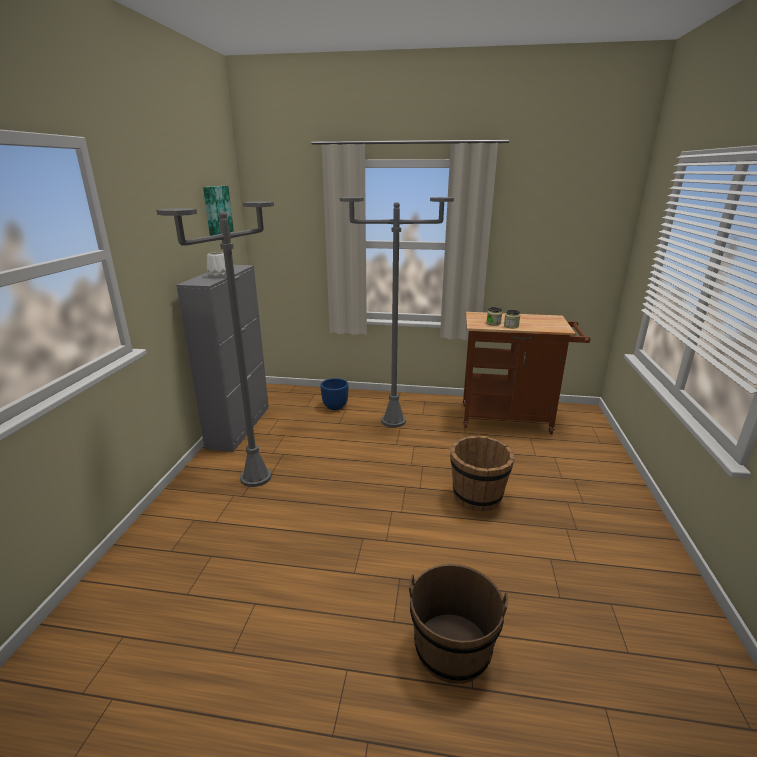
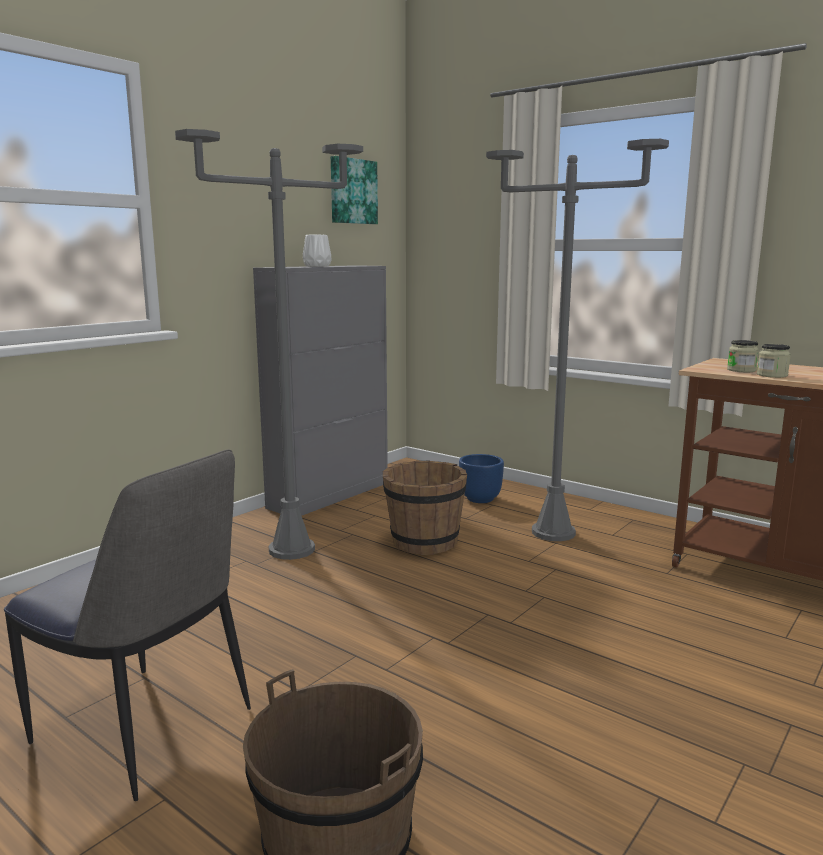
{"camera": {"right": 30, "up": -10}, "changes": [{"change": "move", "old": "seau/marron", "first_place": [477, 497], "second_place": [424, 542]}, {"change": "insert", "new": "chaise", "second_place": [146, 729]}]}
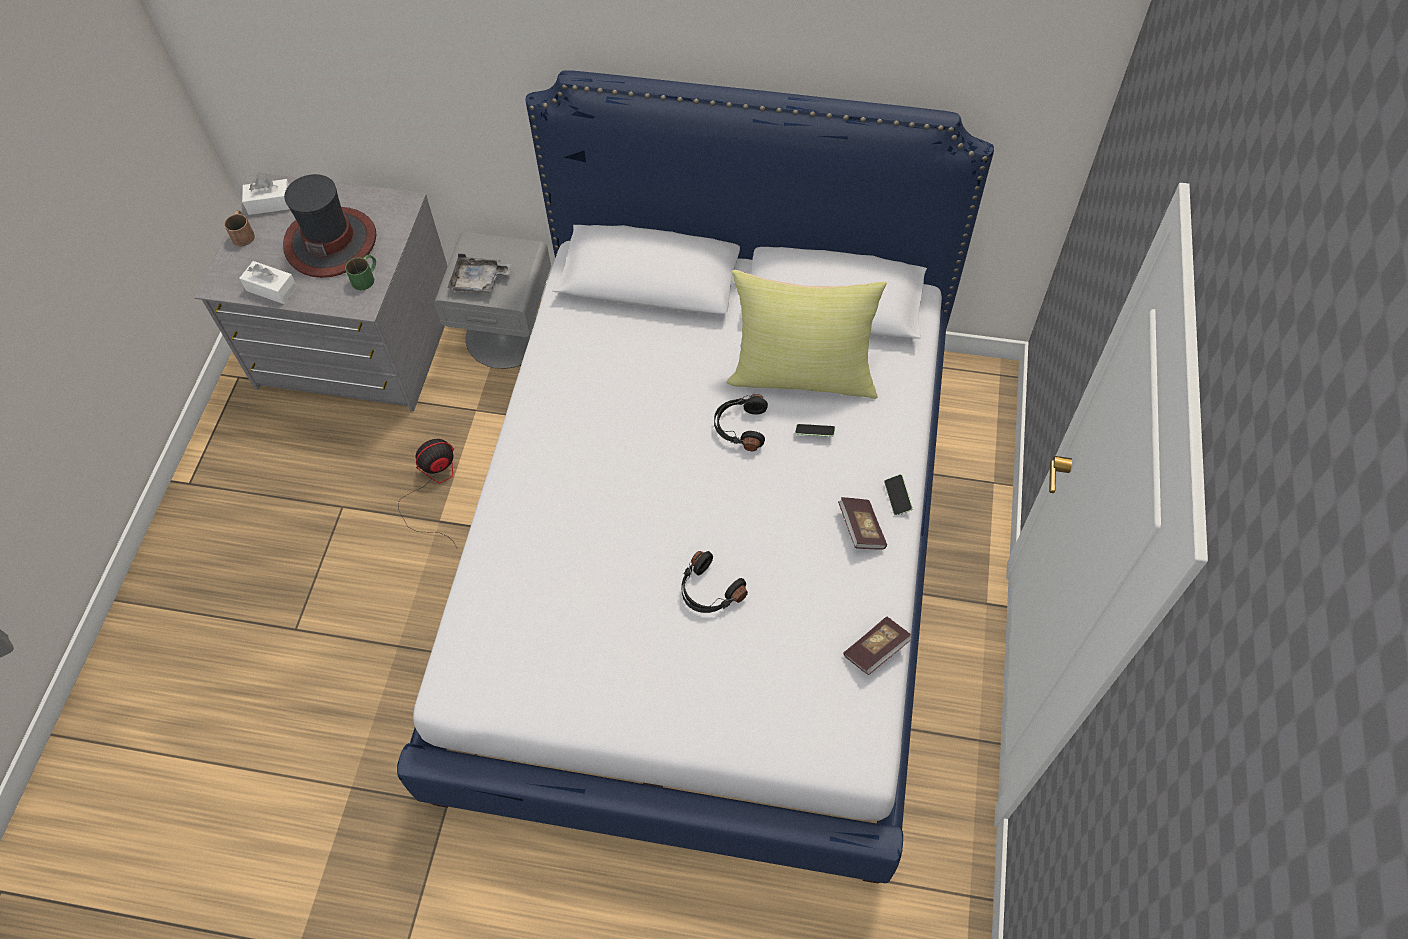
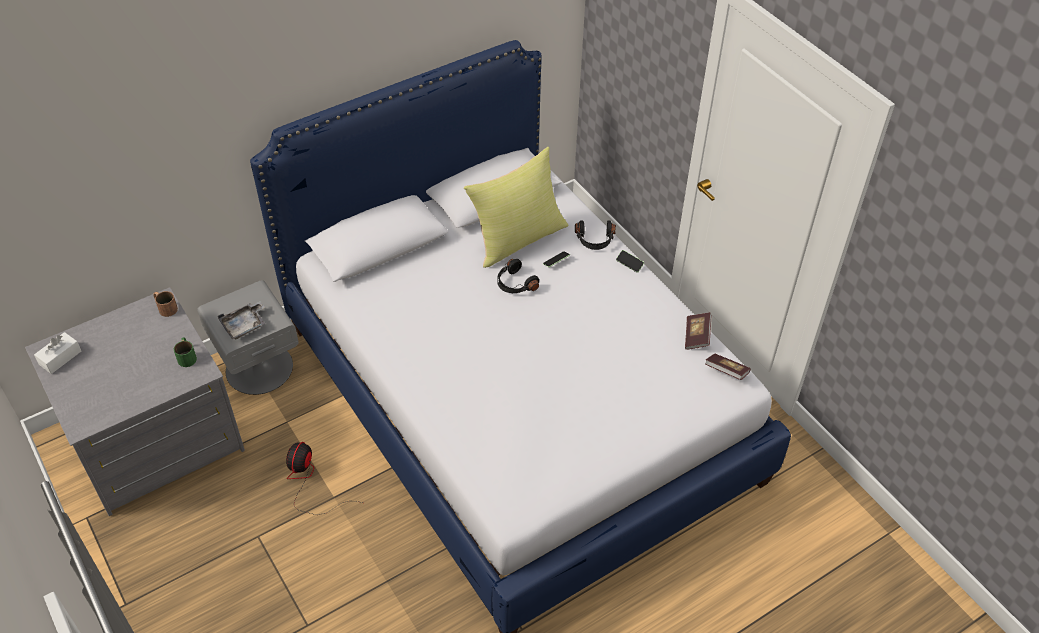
{"camera": {"right": -45, "up": -10}, "changes": [{"change": "delete", "old": "chapeau", "first_place": [331, 242]}, {"change": "move", "old": "mug/marron", "first_place": [243, 233], "second_place": [165, 307]}, {"change": "delete", "old": "boîte à mouchoirs/blanc", "first_place": [271, 289]}, {"change": "move", "old": "livre", "first_place": [861, 529], "second_place": [726, 372]}, {"change": "move", "old": "casque audio/noir", "first_place": [709, 591], "second_place": [595, 240]}]}
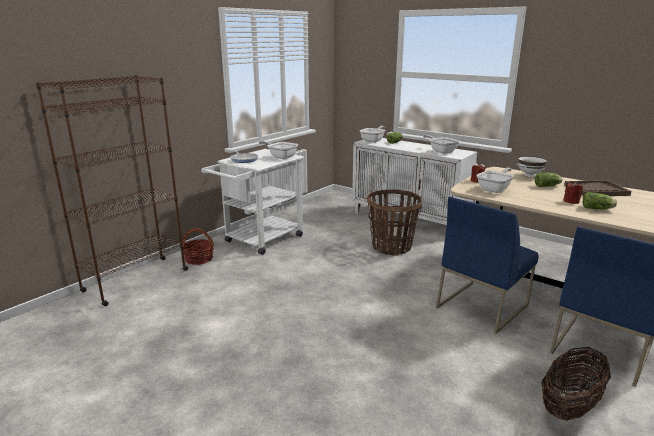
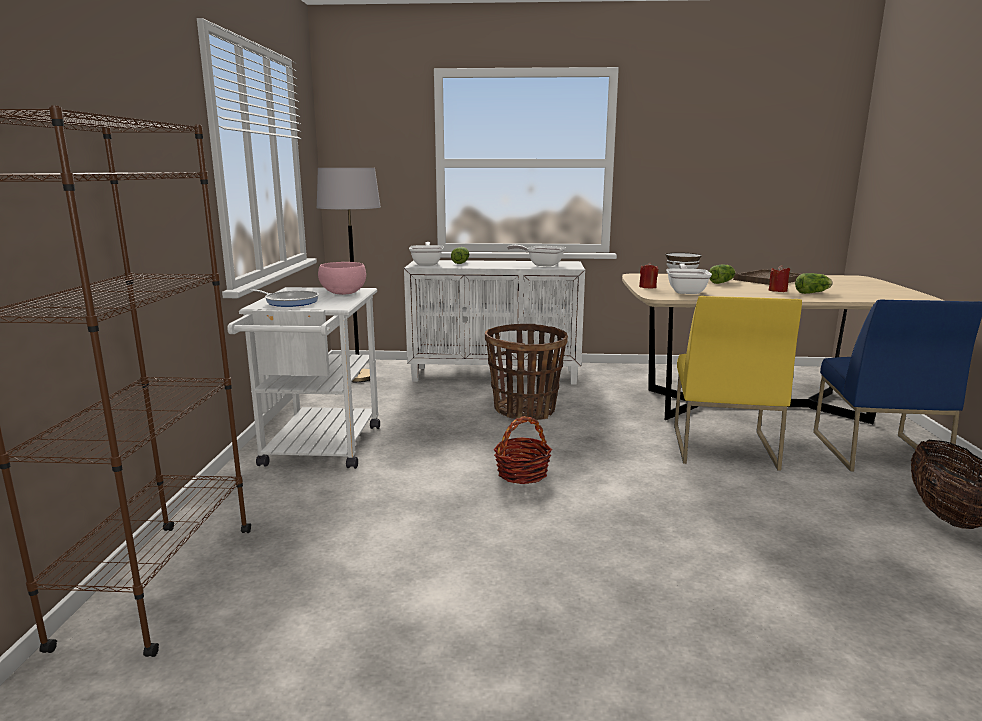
{"camera": {"right": -35, "up": -5}, "changes": [{"change": "replace", "old": "poêle", "new": "bol/rose", "first_place": [280, 157], "second_place": [343, 292]}, {"change": "recolor", "old": "chaise/bleu", "new": "chaise/jaune", "first_place": [482, 306], "second_place": [722, 446]}, {"change": "move", "old": "panier", "first_place": [199, 259], "second_place": [522, 473]}, {"change": "insert", "new": "lampadaire/gris", "second_place": [358, 377]}]}
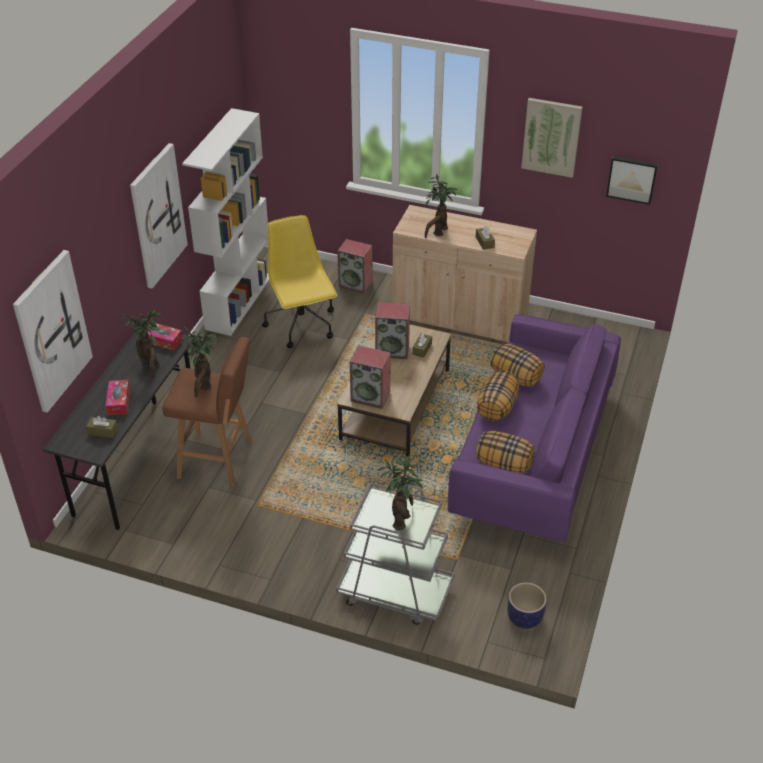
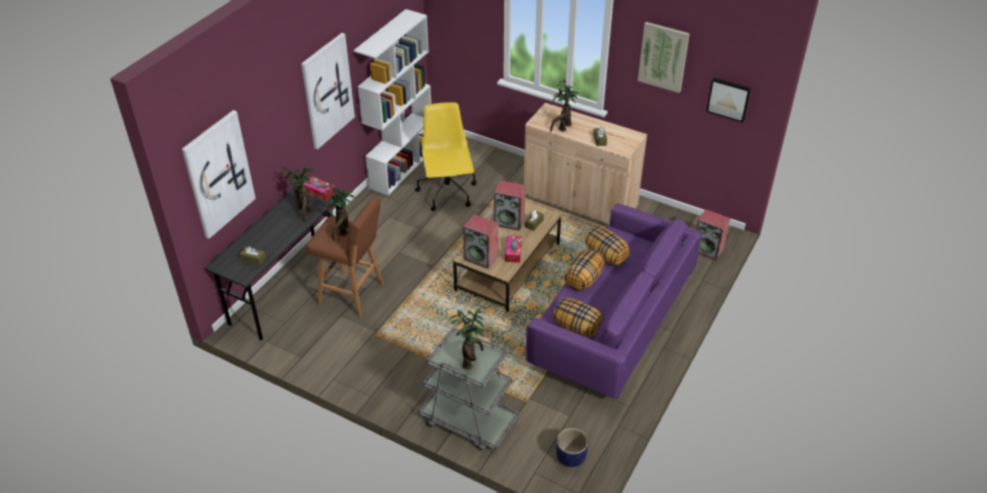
{"camera": {"right": 10, "up": 0}, "changes": [{"change": "move", "old": "enceinte", "first_place": [356, 284], "second_place": [708, 250]}, {"change": "move", "old": "boîte à mouchoirs", "first_place": [119, 401], "second_place": [513, 252]}]}
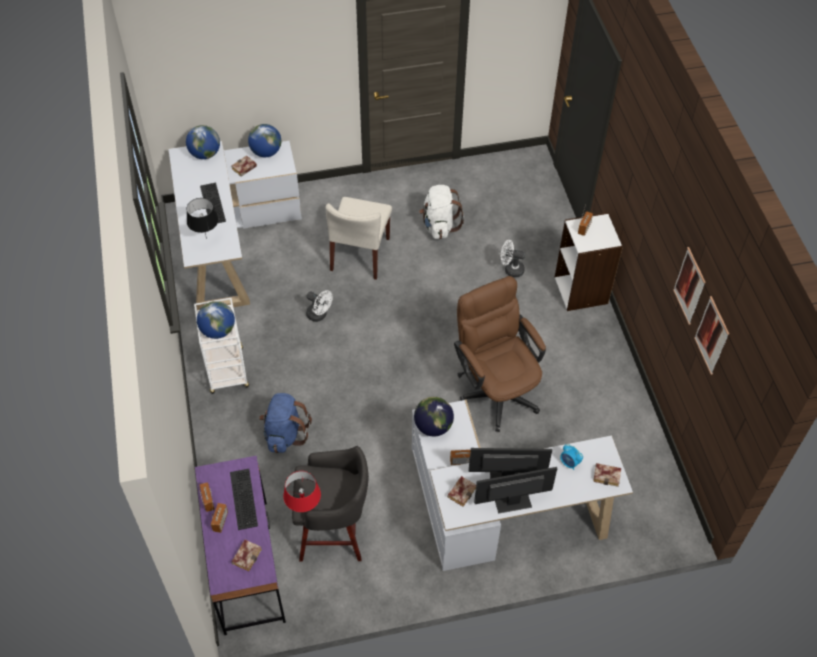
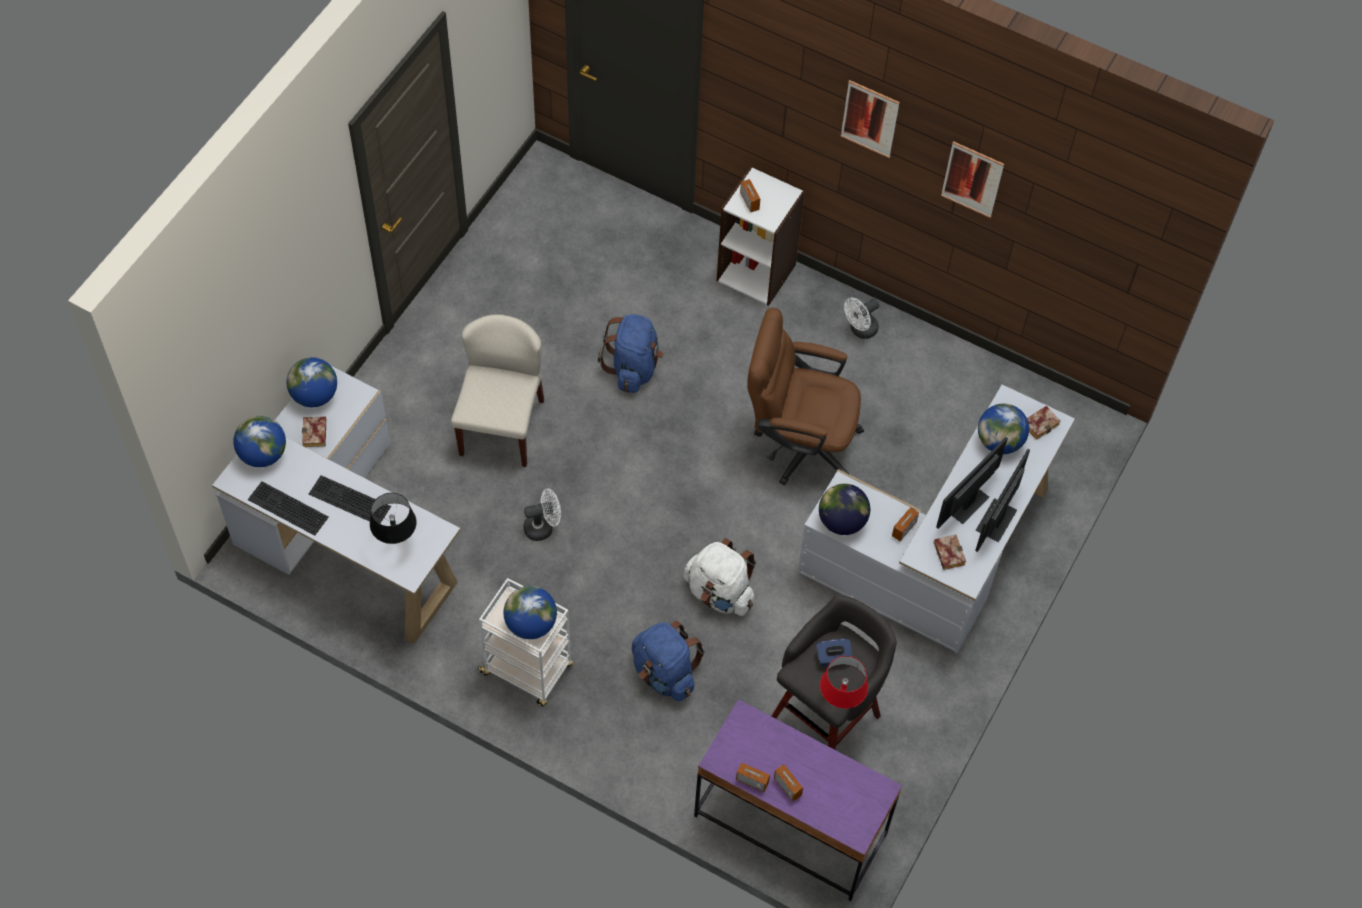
{"camera": {"right": -50, "up": 5}, "changes": [{"change": "move", "old": "sac à dos/blanc", "first_place": [439, 225], "second_place": [719, 593]}, {"change": "rotate", "old": "chaise/beige", "first_place": [360, 254], "second_place": [501, 426], "degrees": -135}, {"change": "move", "old": "ventilateur/blanc", "first_place": [510, 269], "second_place": [860, 330]}, {"change": "move", "old": "tableau", "first_place": [711, 335], "second_place": [870, 119]}, {"change": "replace", "old": "réveil", "new": "globe", "first_place": [569, 463], "second_place": [999, 441]}, {"change": "move", "old": "clavier", "first_place": [242, 498], "second_place": [286, 509]}, {"change": "delete", "old": "livre", "first_place": [246, 555]}, {"change": "insert", "new": "sac à dos/bleu", "second_place": [633, 367]}, {"change": "insert", "new": "boîte à mouchoirs/bleu", "second_place": [833, 658]}]}
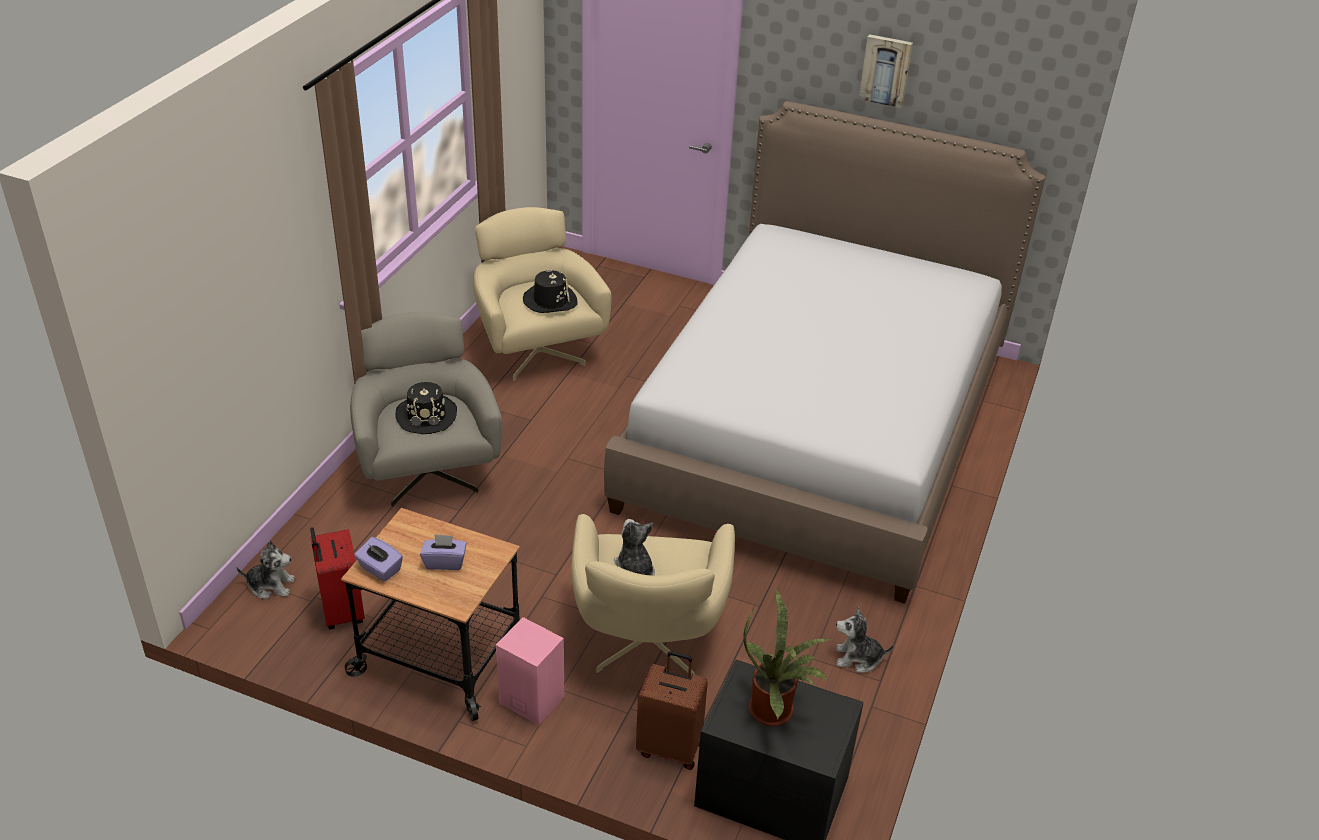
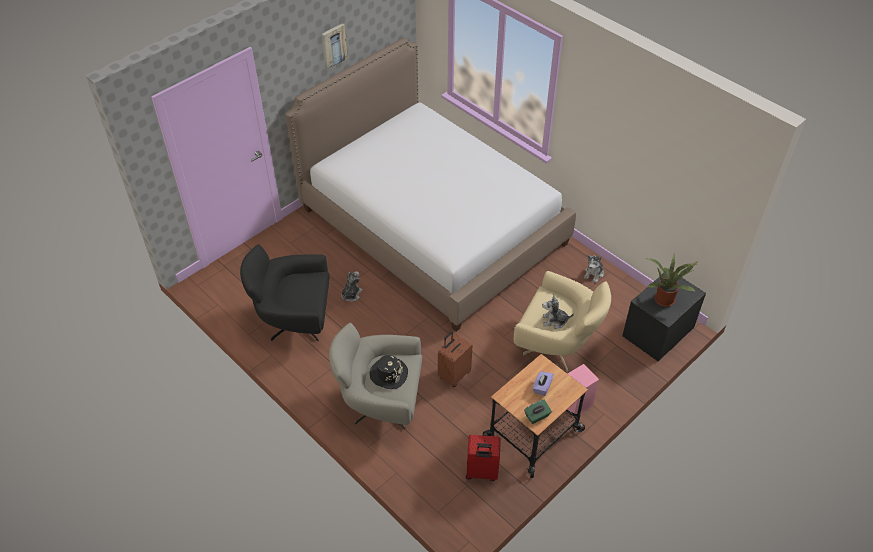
{"camera": {"right": -65, "up": 10}, "changes": [{"change": "recolor", "old": "fauteuil/beige", "new": "fauteuil/noir", "first_place": [536, 350], "second_place": [294, 321]}, {"change": "delete", "old": "chapeau/noir", "first_place": [550, 300]}, {"change": "recolor", "old": "boîte à mouchoirs/violet", "new": "boîte à mouchoirs/vert", "first_place": [379, 569], "second_place": [537, 416]}, {"change": "move", "old": "peluche", "first_place": [271, 585], "second_place": [351, 294]}, {"change": "move", "old": "valise/marron", "first_place": [670, 747], "second_place": [454, 375]}]}
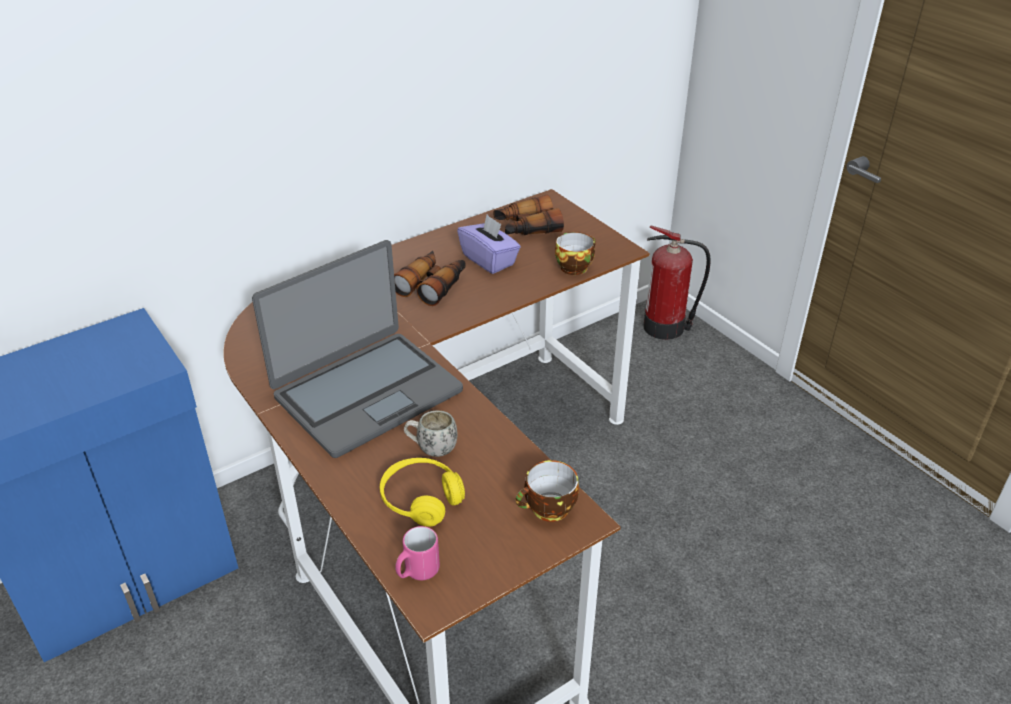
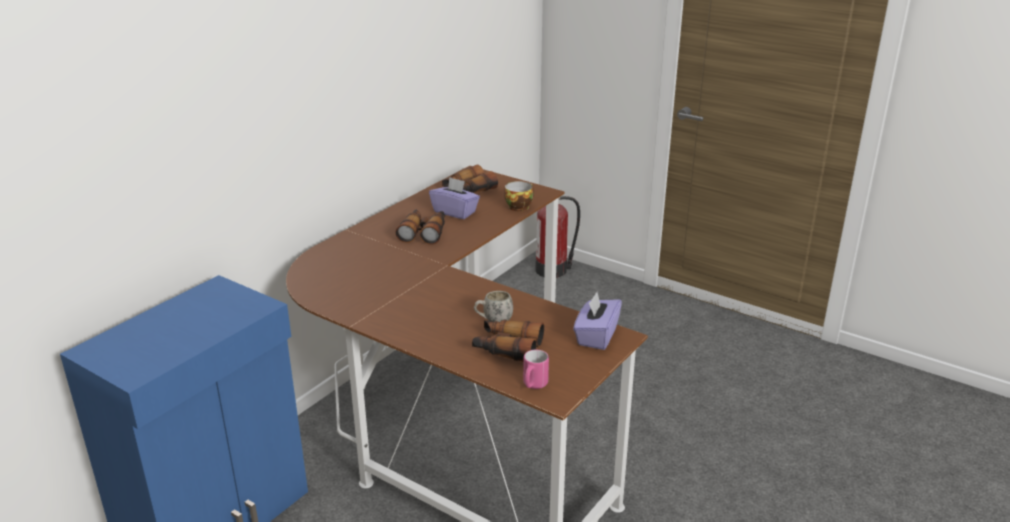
{"camera": {"right": -20, "up": -10}, "changes": [{"change": "delete", "old": "ordinateur portable", "first_place": [366, 393]}, {"change": "replace", "old": "casque audio/jaune", "new": "jumelles", "first_place": [421, 499], "second_place": [507, 348]}, {"change": "replace", "old": "tasse", "new": "boîte à mouchoirs/violet", "first_place": [548, 510], "second_place": [596, 336]}]}
